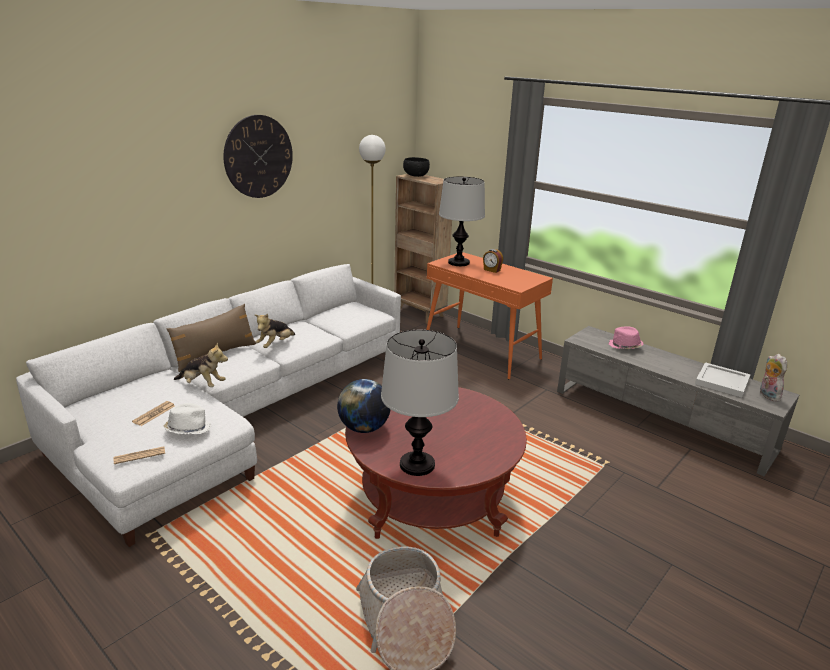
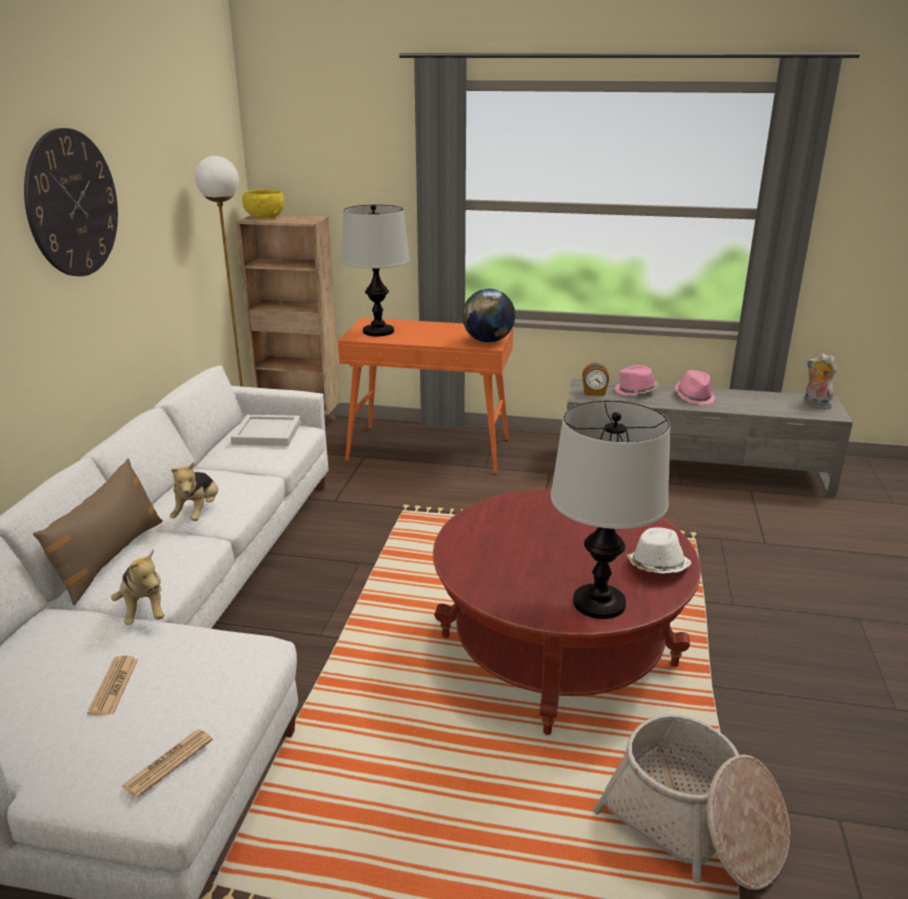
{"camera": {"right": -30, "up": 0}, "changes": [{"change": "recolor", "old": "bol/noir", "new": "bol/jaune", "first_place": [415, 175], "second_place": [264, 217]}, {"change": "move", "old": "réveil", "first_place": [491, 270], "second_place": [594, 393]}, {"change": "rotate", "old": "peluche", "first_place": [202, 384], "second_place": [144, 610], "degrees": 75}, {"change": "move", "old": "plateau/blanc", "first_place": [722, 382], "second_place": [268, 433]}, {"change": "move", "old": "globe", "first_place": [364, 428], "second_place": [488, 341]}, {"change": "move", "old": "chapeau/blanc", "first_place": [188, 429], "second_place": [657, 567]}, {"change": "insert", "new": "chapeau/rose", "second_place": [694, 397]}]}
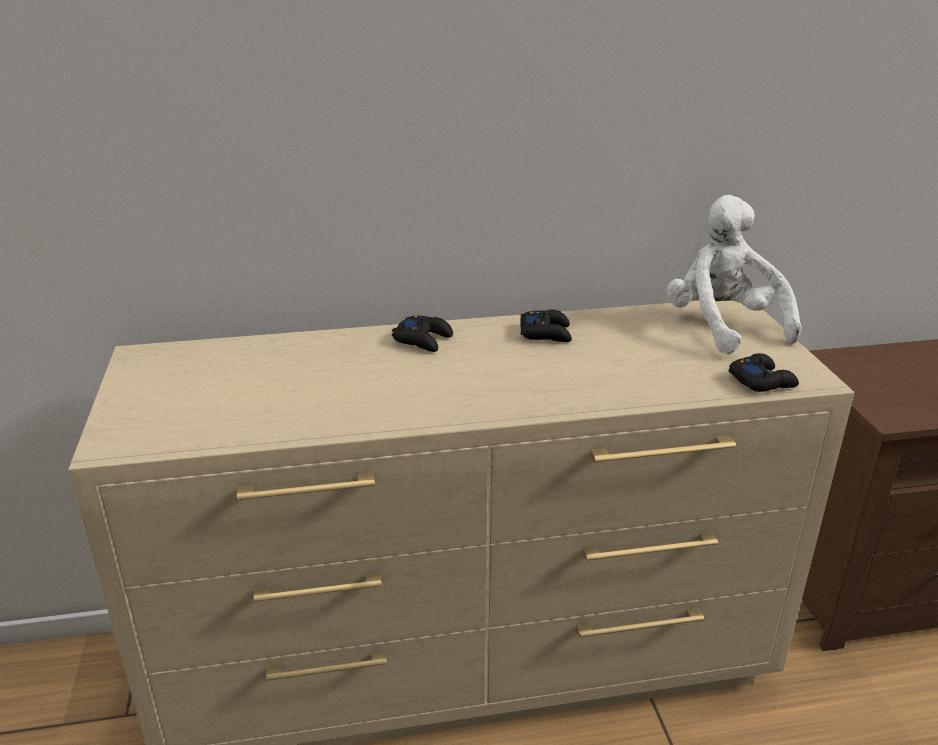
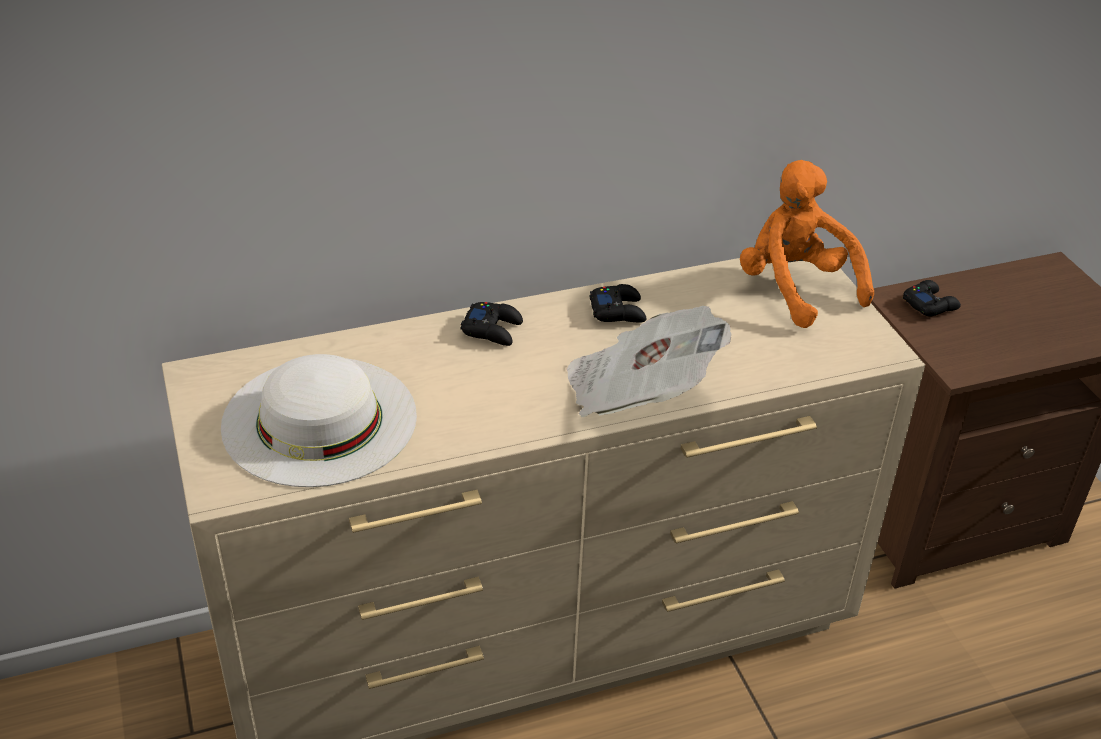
{"camera": {"right": -10, "up": 10}, "changes": [{"change": "recolor", "old": "peluche/blanc", "new": "peluche/orange", "first_place": [722, 326], "second_place": [795, 288]}, {"change": "move", "old": "manette/noir", "first_place": [762, 381], "second_place": [930, 304]}, {"change": "insert", "new": "journal", "second_place": [639, 393]}, {"change": "insert", "new": "chapeau/blanc", "second_place": [319, 420]}]}
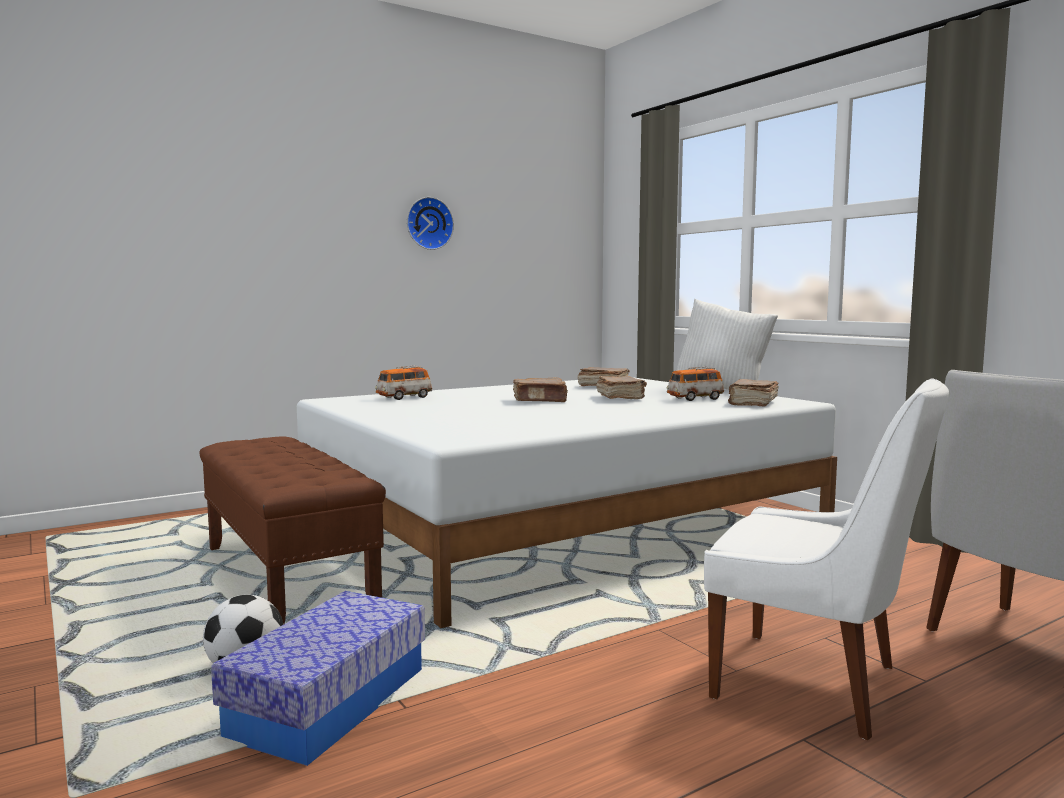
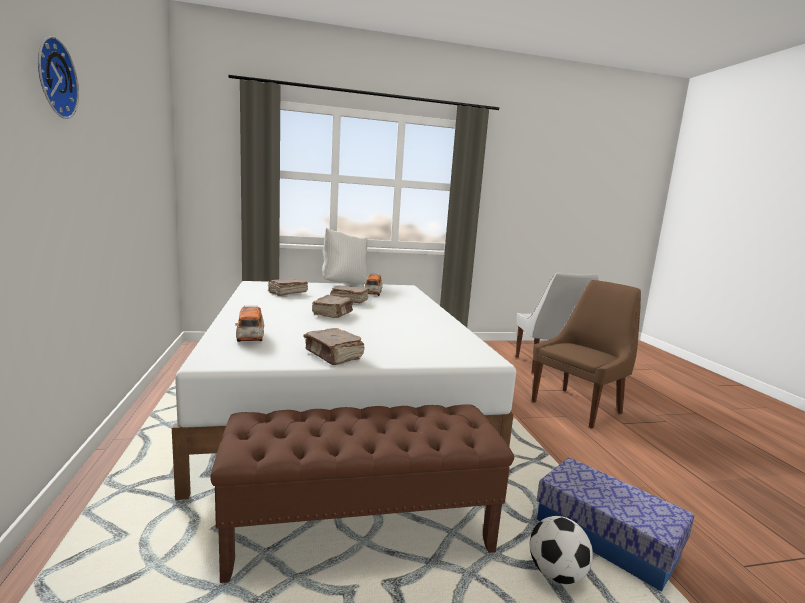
{"camera": {"right": -70, "up": 5}, "changes": [{"change": "move", "old": "horloge murale", "first_place": [428, 223], "second_place": [52, 78]}, {"change": "recolor", "old": "chaise/blanc", "new": "chaise/marron", "first_place": [813, 684], "second_place": [578, 407]}, {"change": "move", "old": "livre/marron", "first_place": [752, 403], "second_place": [333, 355]}]}
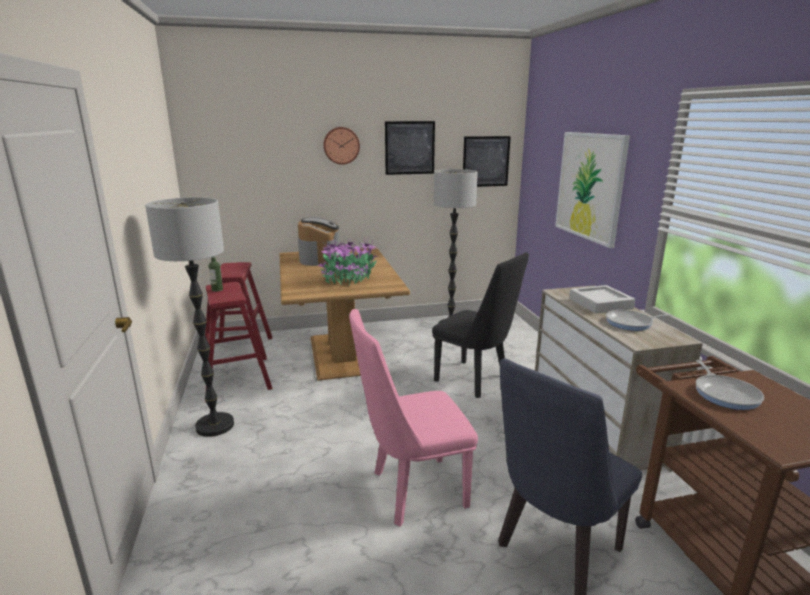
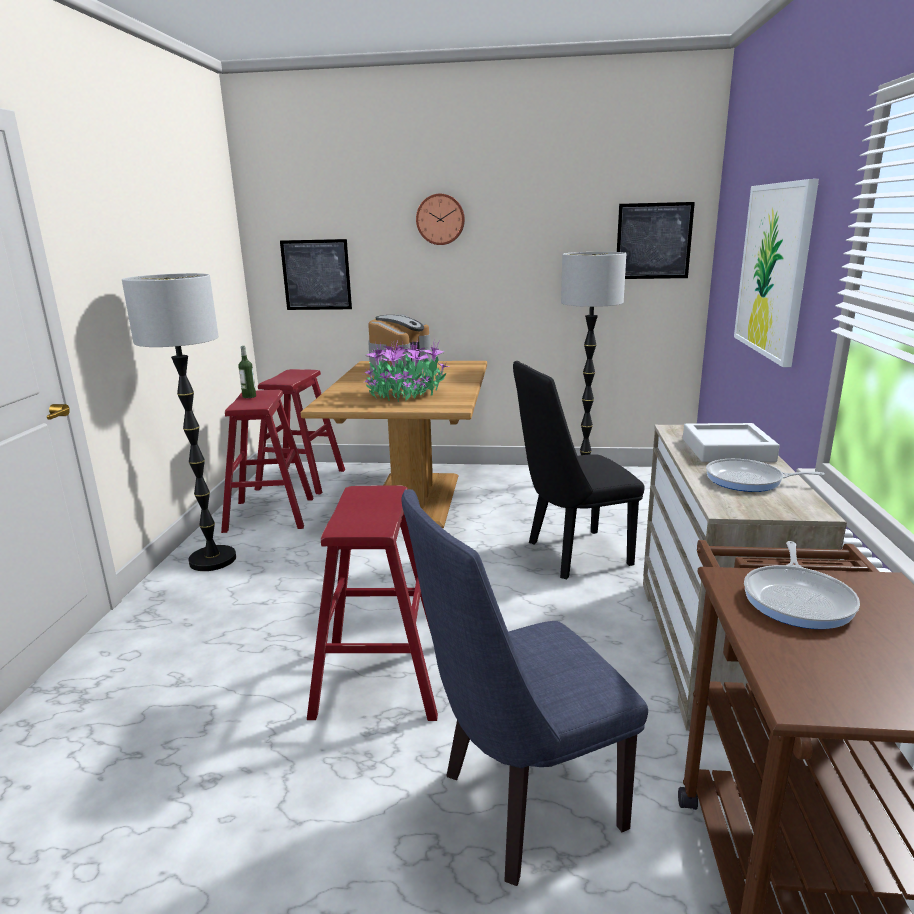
{"camera": {"right": 20, "up": 0}, "changes": [{"change": "move", "old": "tableau", "first_place": [409, 148], "second_place": [316, 275]}, {"change": "rotate", "old": "chaise/noir", "first_place": [476, 380], "second_place": [570, 555], "degrees": 105}, {"change": "replace", "old": "chaise/rose", "new": "tabouret/rouge", "first_place": [411, 491], "second_place": [380, 679]}]}
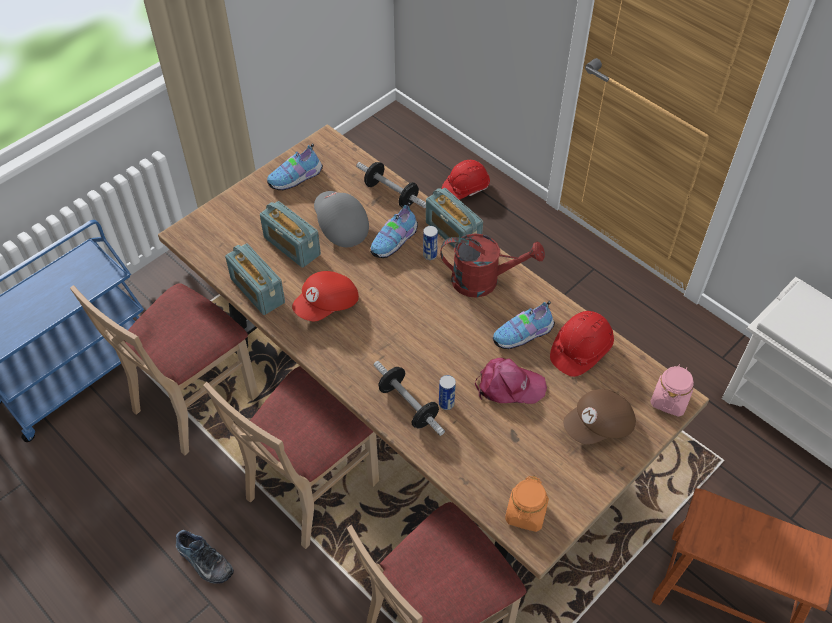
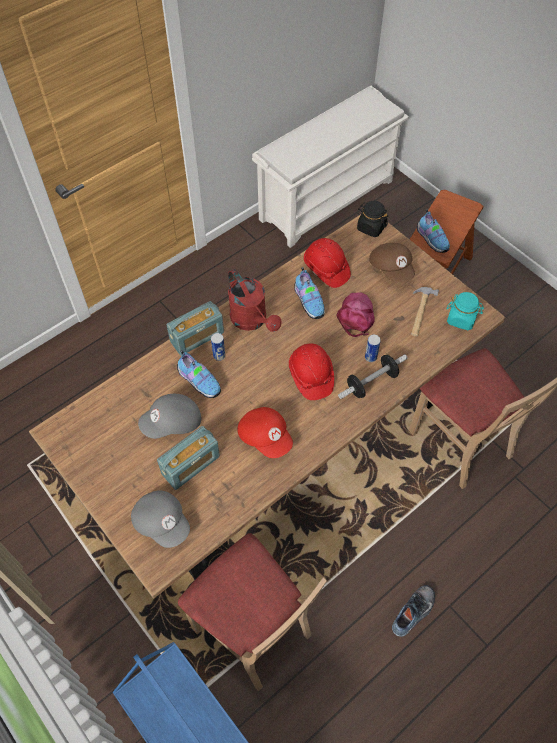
{"camera": {"right": -85, "up": 5}, "changes": [{"change": "move", "old": "chaussure", "first_place": [297, 178], "second_place": [432, 239]}, {"change": "move", "old": "casque de chantier/rouge", "first_place": [465, 188], "second_place": [311, 376]}, {"change": "delete", "old": "haltère", "first_place": [391, 194]}, {"change": "rotate", "old": "arrosoir/rouge", "first_place": [484, 281], "second_place": [252, 321], "degrees": 135}, {"change": "delete", "old": "radio", "first_place": [257, 291]}, {"change": "recolor", "old": "bocal/rose", "new": "bocal/noir", "first_place": [669, 400], "second_place": [371, 227]}, {"change": "delete", "old": "chaise/beige", "first_place": [310, 487]}, {"change": "recolor", "old": "bocal/orange", "new": "bocal/turquoise", "first_place": [526, 513], "second_place": [461, 319]}, {"change": "insert", "new": "marteau", "second_place": [420, 312]}, {"change": "insert", "new": "casquette/gris", "second_place": [162, 522]}]}
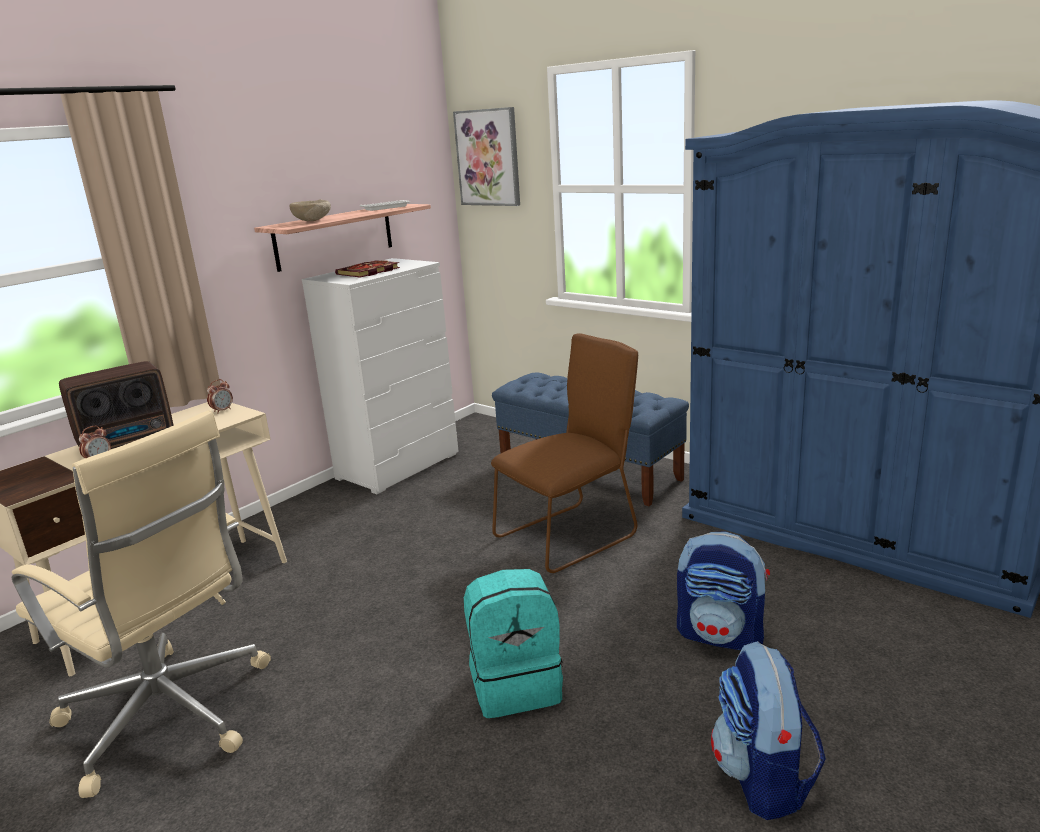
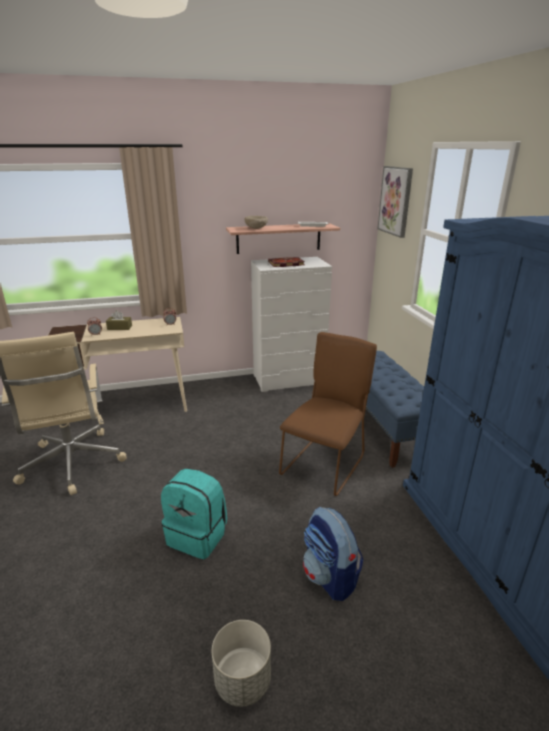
{"camera": {"right": 35, "up": 5}, "changes": [{"change": "rotate", "old": "chaise/marron", "first_place": [571, 535], "second_place": [325, 463], "degrees": -60}, {"change": "replace", "old": "radio", "new": "boîte à mouchoirs/marron", "first_place": [129, 440], "second_place": [119, 327]}, {"change": "replace", "old": "sac à dos", "new": "cache-pot/gris", "first_place": [763, 778], "second_place": [242, 681]}]}
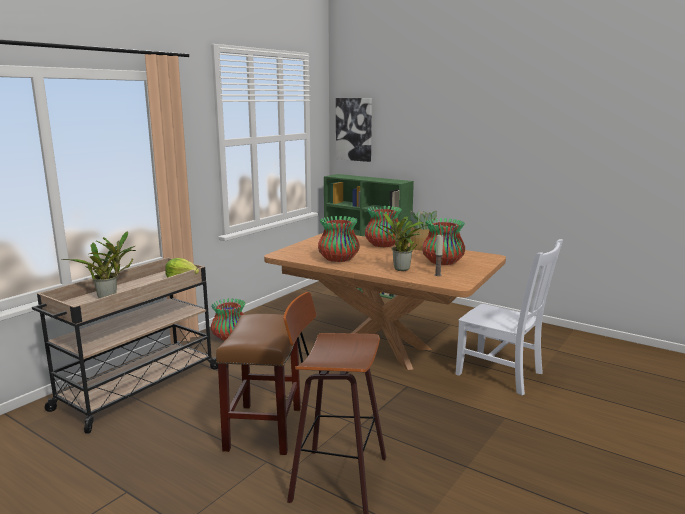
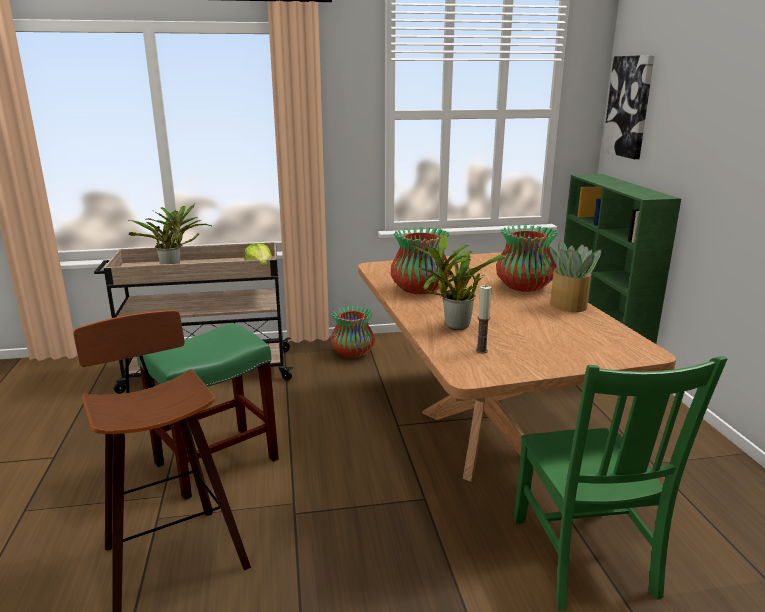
{"camera": {"right": 45, "up": 5}, "changes": [{"change": "delete", "old": "vase", "first_place": [443, 262]}, {"change": "recolor", "old": "chaise/blanc", "new": "chaise/vert", "first_place": [502, 374], "second_place": [584, 560]}, {"change": "recolor", "old": "tabouret/marron", "new": "tabouret/vert", "first_place": [263, 428], "second_place": [217, 461]}]}
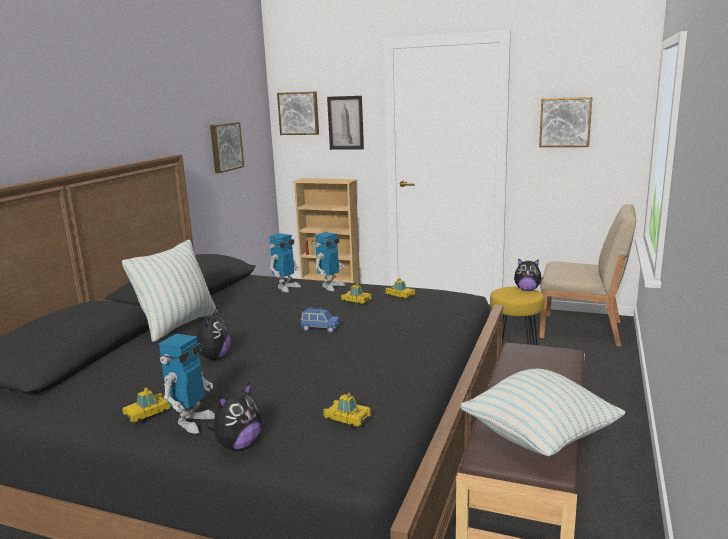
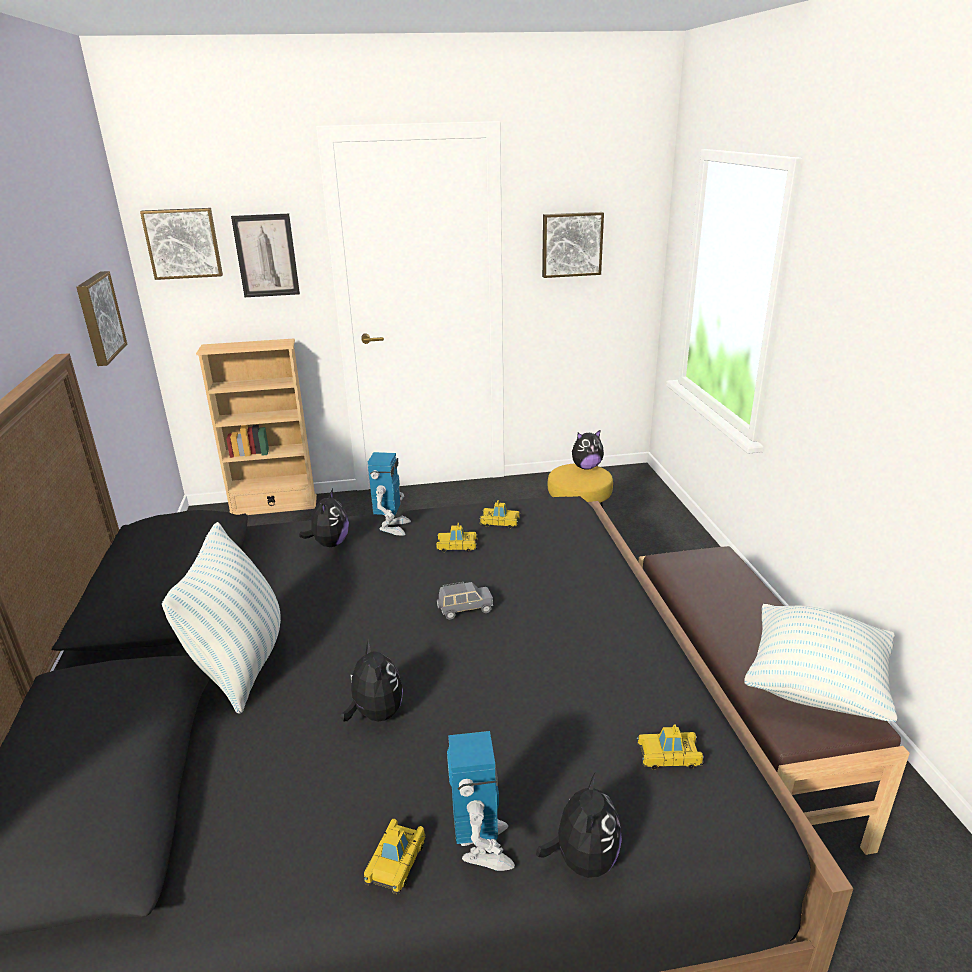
{"camera": {"right": -30, "up": 10}, "changes": [{"change": "delete", "old": "chaise/beige", "first_place": [582, 330]}, {"change": "replace", "old": "robot jouet", "new": "peluche", "first_place": [286, 287], "second_place": [329, 544]}, {"change": "recolor", "old": "petite voiture/bleu", "new": "petite voiture/gris", "first_place": [320, 329], "second_place": [465, 610]}]}
